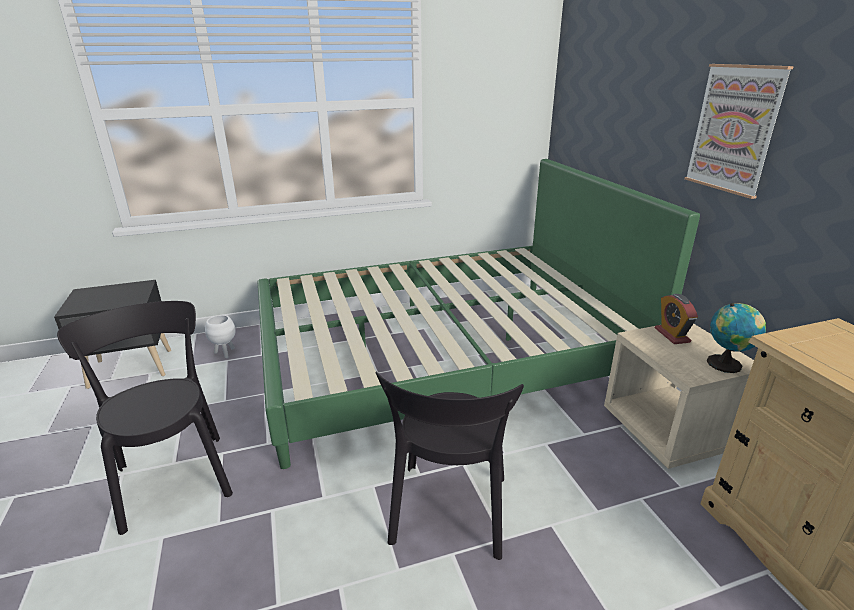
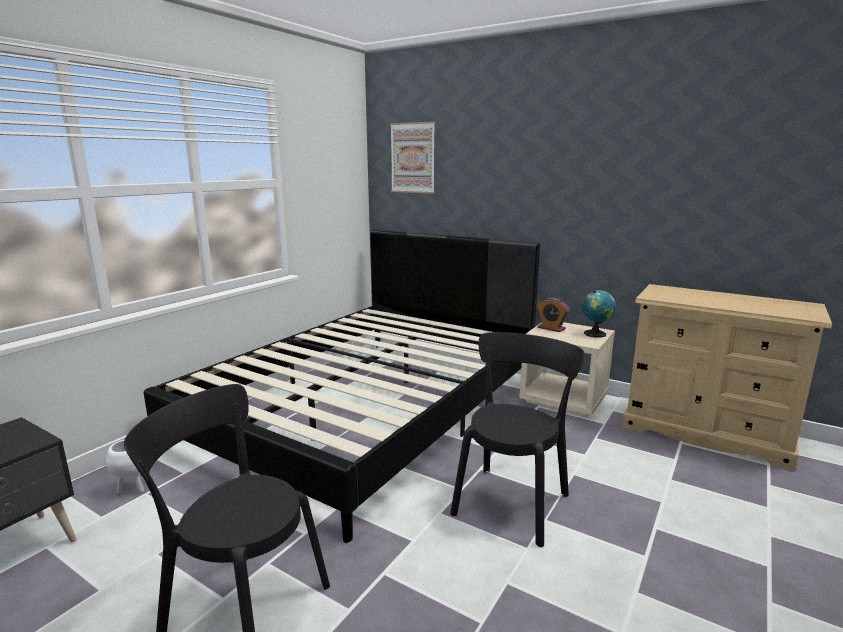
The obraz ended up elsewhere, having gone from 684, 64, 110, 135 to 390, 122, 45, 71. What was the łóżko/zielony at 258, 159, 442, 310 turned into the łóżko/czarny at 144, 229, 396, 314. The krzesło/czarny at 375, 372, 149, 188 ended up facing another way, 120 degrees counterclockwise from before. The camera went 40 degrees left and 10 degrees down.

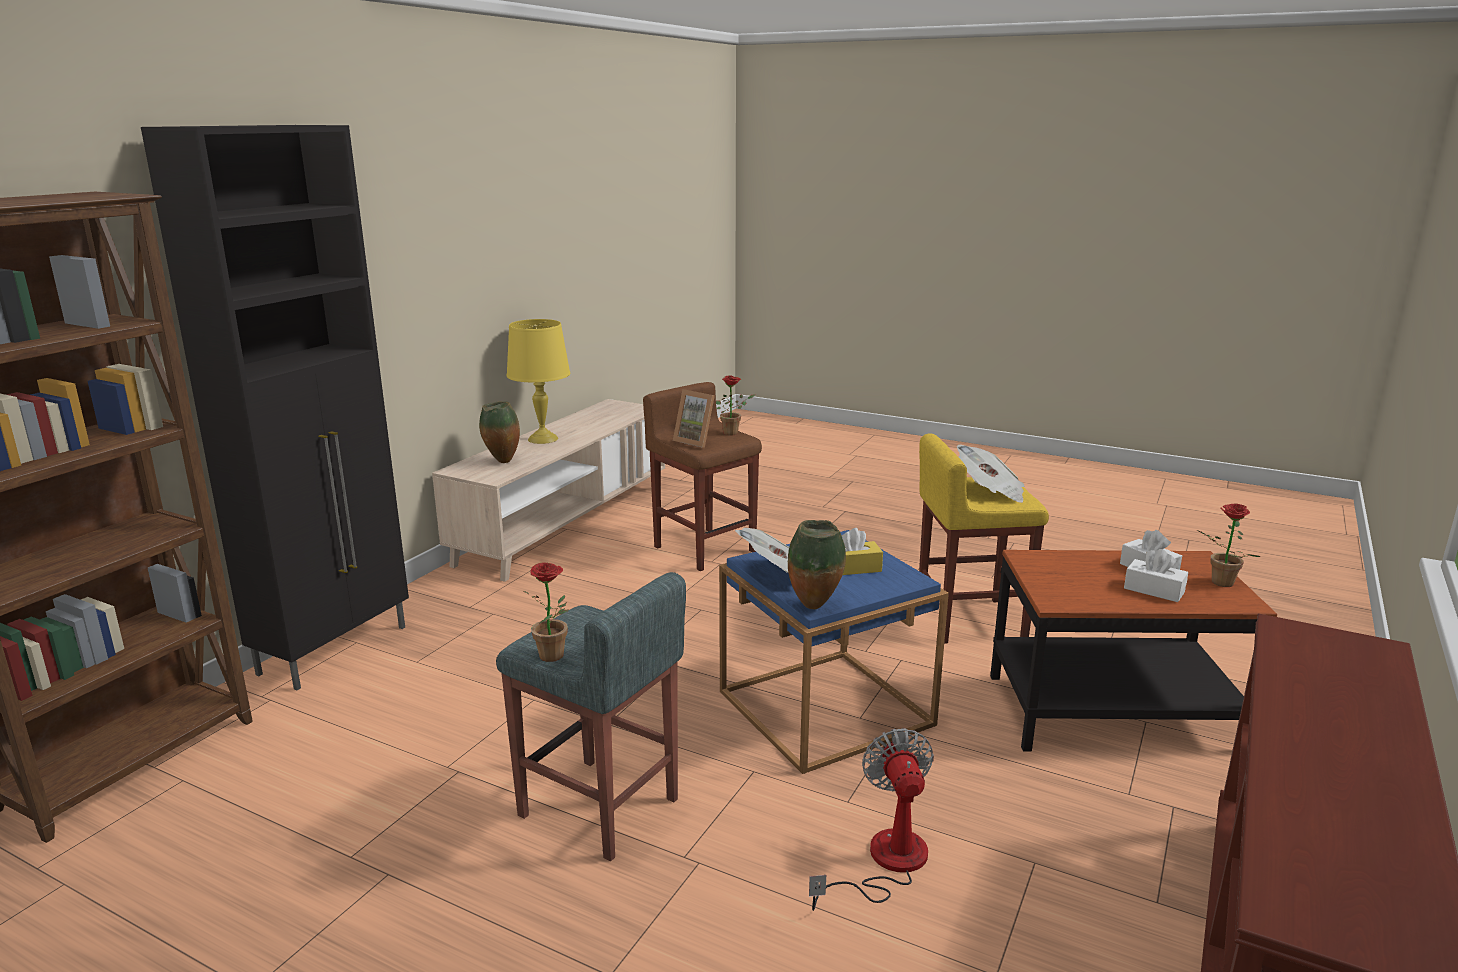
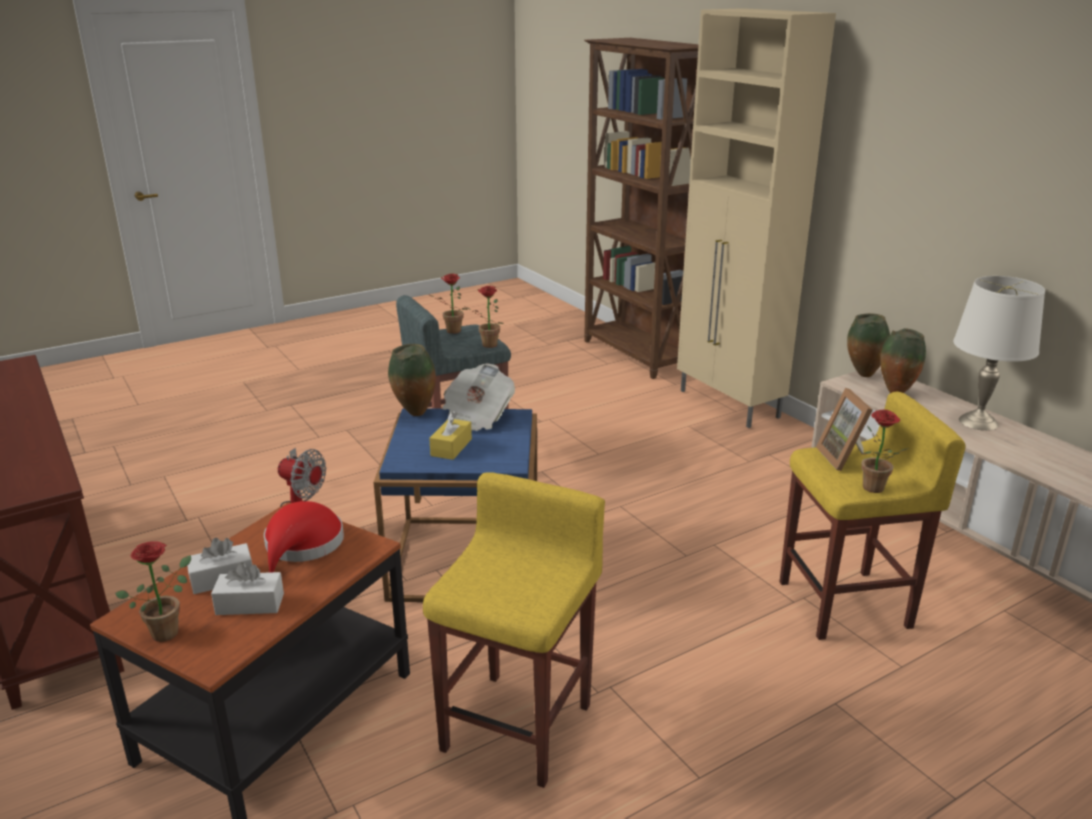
The second view lost the gazeta at 957, 444, 68, 59. The second view gained the kapelusz/czerwony at 264, 501, 80, 71. The second view gained the roślina doniczkowa at 463, 286, 40, 62. The second view gained the wazon at 847, 313, 43, 64. What was the szafka/czarny at 141, 125, 268, 565 turned into the szafka/beżowy at 677, 8, 159, 420. What was the lampa stołowa/żółty at 506, 319, 64, 125 turned into the lampa stołowa/biały at 953, 276, 92, 155. What was the stołek/brązowy at 643, 382, 119, 189 turned into the stołek/żółty at 780, 392, 186, 248. The ramka na zdjęcie at 673, 389, 42, 59 ended up facing another way, 75 degrees counterclockwise from before. The camera went 120 degrees right and 5 degrees up.

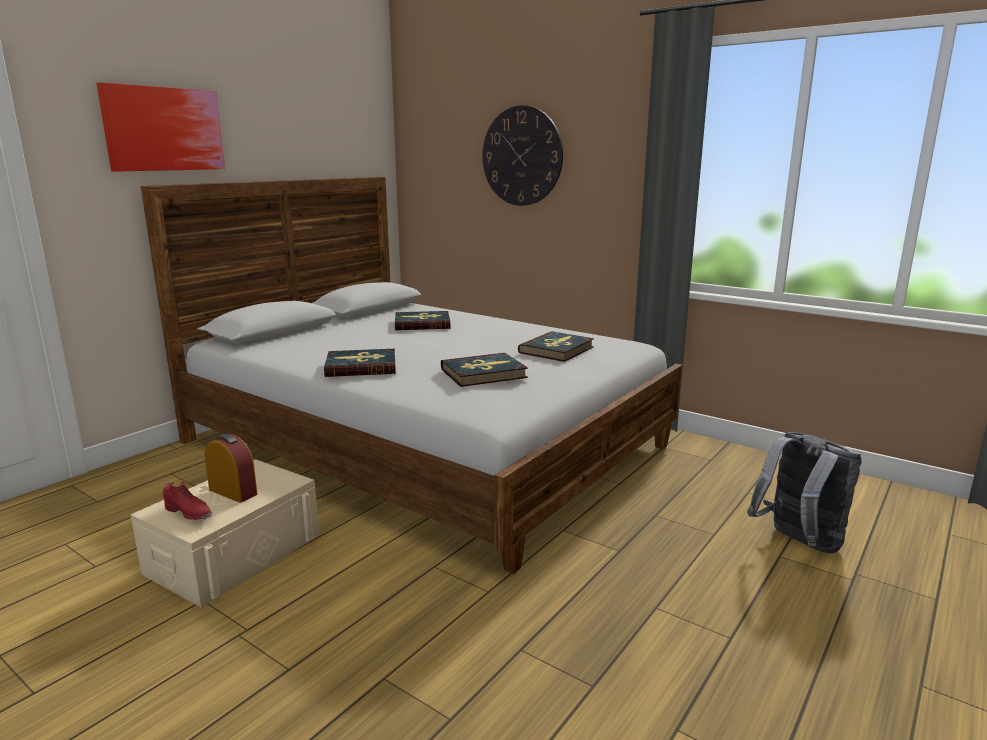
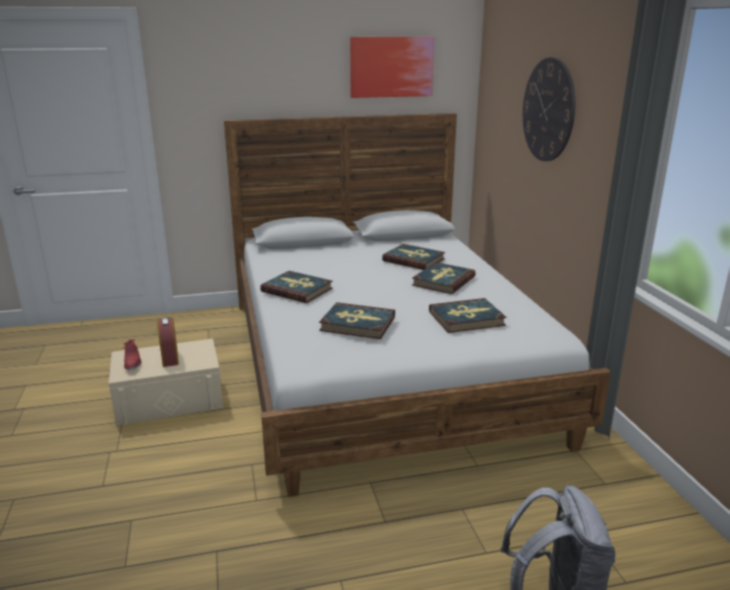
The second view gained the książka at 412, 262, 64, 32. The obraz ended up elsewhere, having gone from 97, 82, 128, 90 to 350, 37, 84, 61. The camera went 40 degrees right and 5 degrees up.

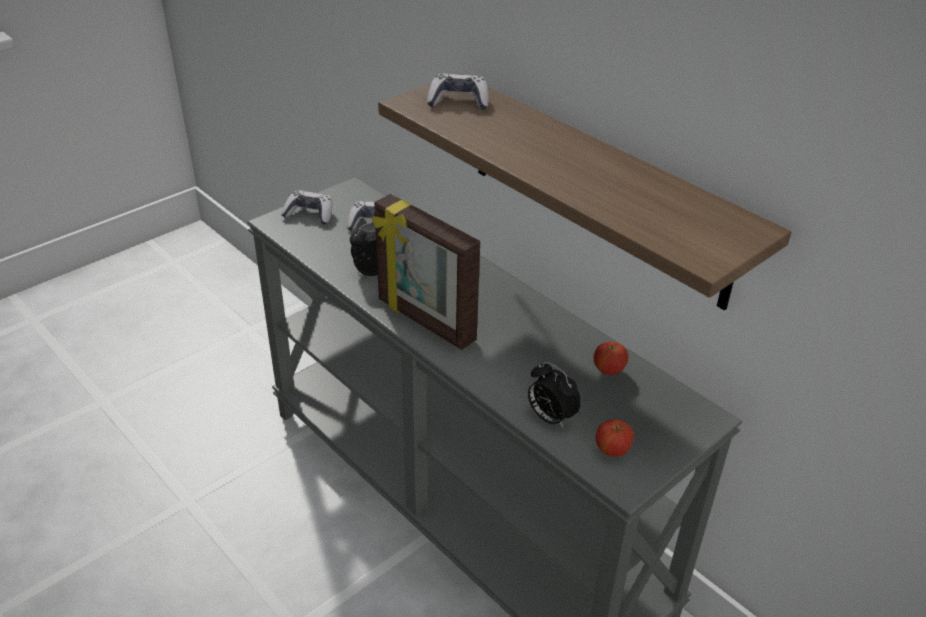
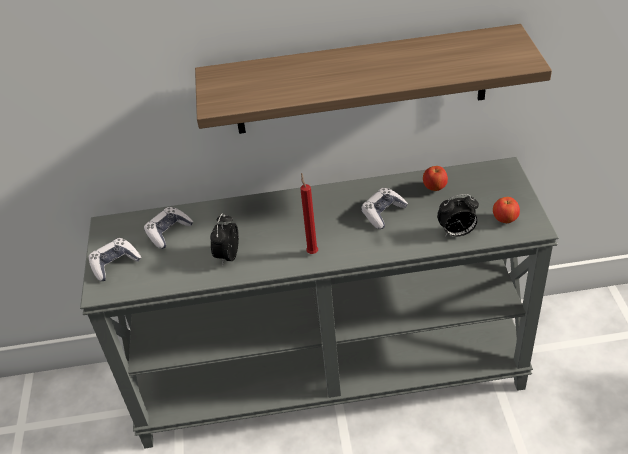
The pad do gier ended up elsewhere, having gone from 427, 74, 62, 36 to 361, 188, 47, 41. Where the ramka na zdjęcie stood at 372, 194, 108, 156, the świeca/czerwony came to stand at 300, 173, 18, 81. The camera went 50 degrees left and 5 degrees up.

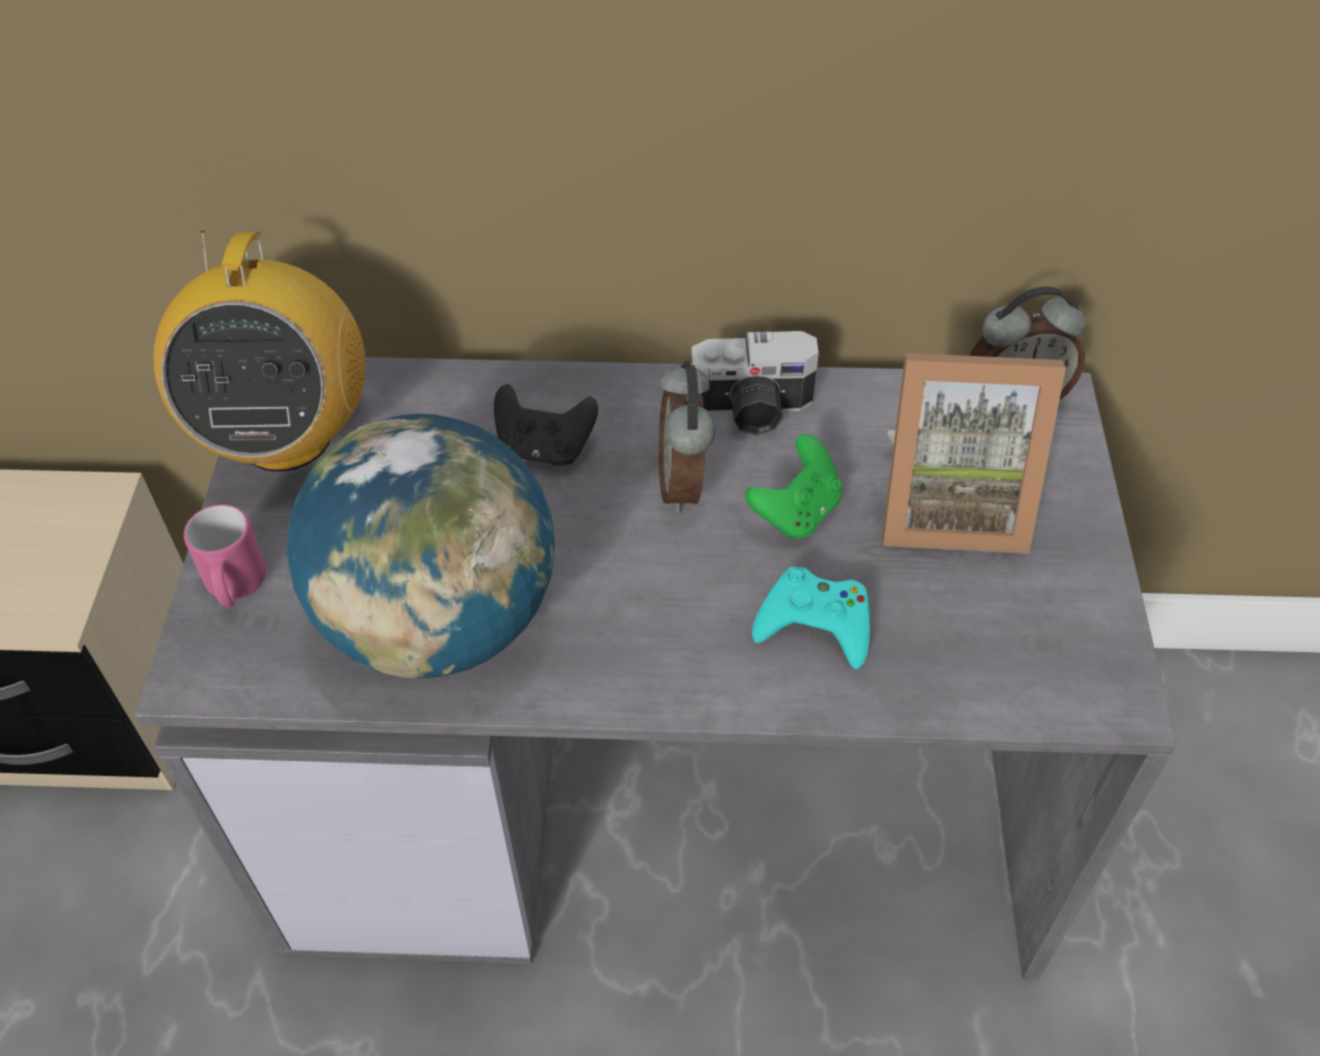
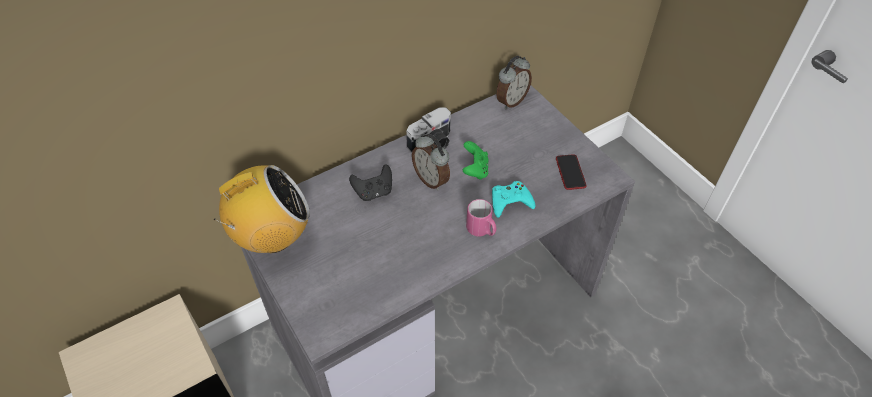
The second view lost the globus at 287, 414, 268, 264. The second view lost the ramka na zdjęcie at 882, 353, 184, 201. The second view gained the telefon at 556, 154, 31, 36. The kubek/różowy ended up elsewhere, having gone from 184, 504, 82, 103 to 466, 199, 30, 38. The radio at 154, 231, 212, 241 ended up facing another way, 75 degrees counterclockwise from before. The camera went 35 degrees left and 0 degrees up.

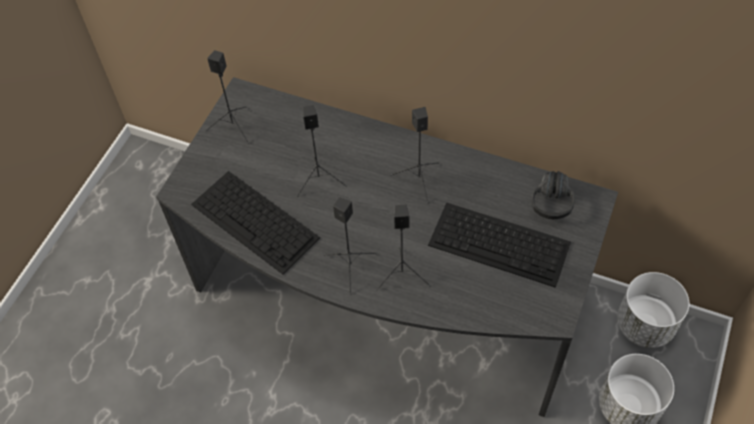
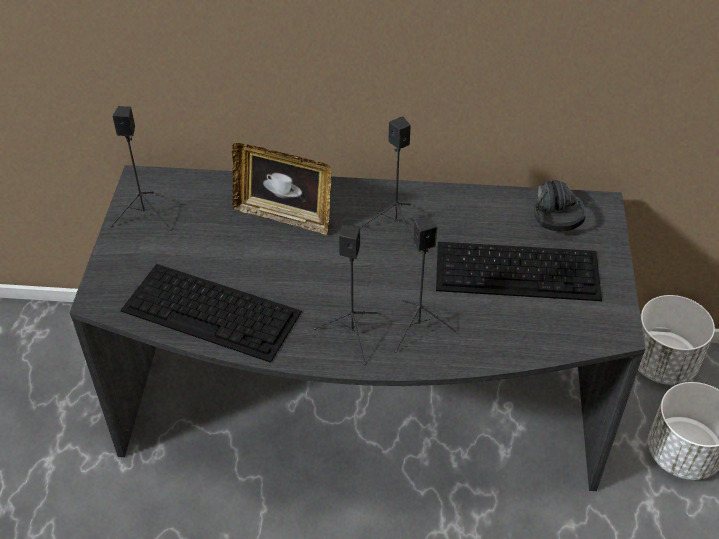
The second view lost the głośnik/czarny at 297, 105, 50, 92. The second view gained the ramka na zdjęcie at 232, 143, 99, 92. The camera went 20 degrees left and 10 degrees down.

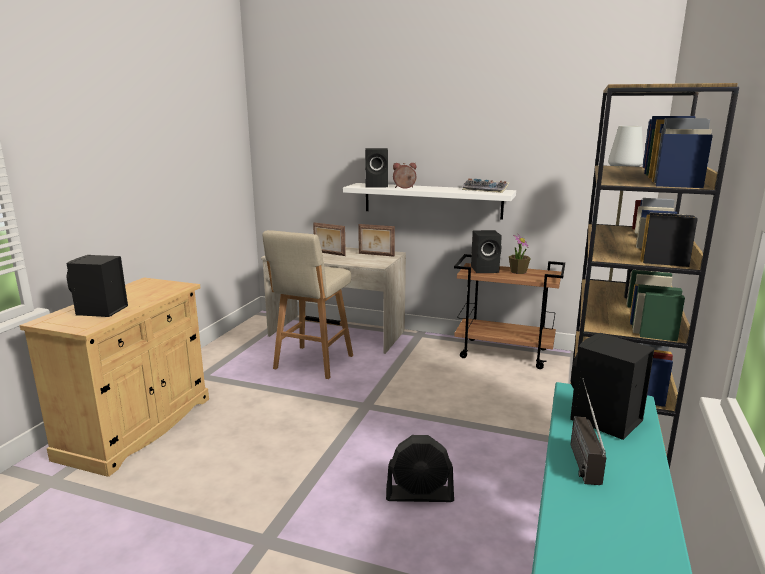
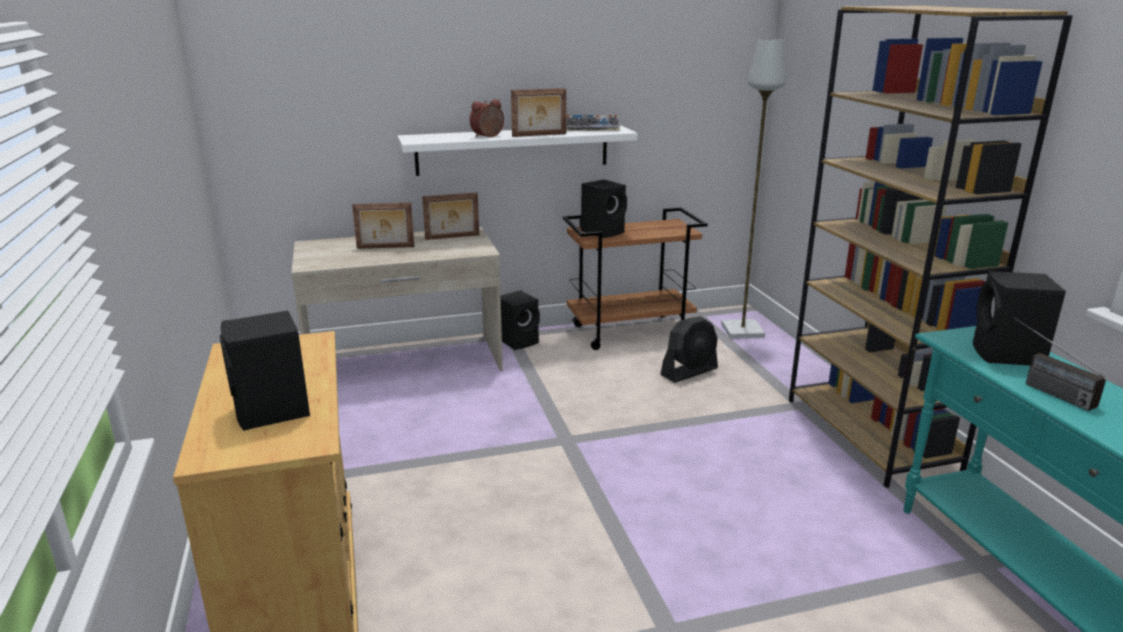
The second view lost the stołek/beżowy at 262, 230, 91, 149. The second view lost the roślina doniczkowa at 509, 234, 22, 40. The second view gained the ramka na zdjęcie at 511, 88, 55, 49. The głośnik/czarny ended up elsewhere, having gone from 365, 148, 23, 40 to 500, 290, 40, 60. The wentylator/czarny ended up elsewhere, having gone from 386, 435, 68, 67 to 661, 316, 57, 67. The camera went 35 degrees left and 5 degrees up.

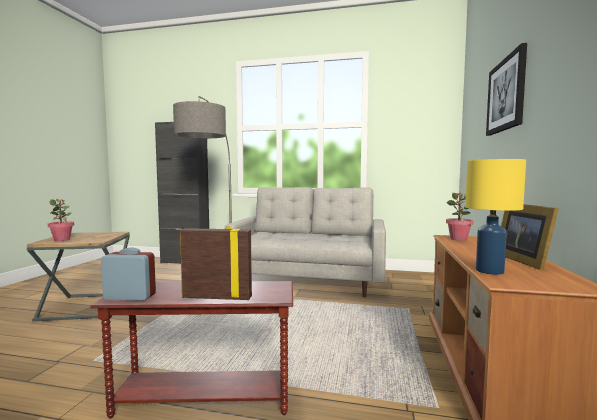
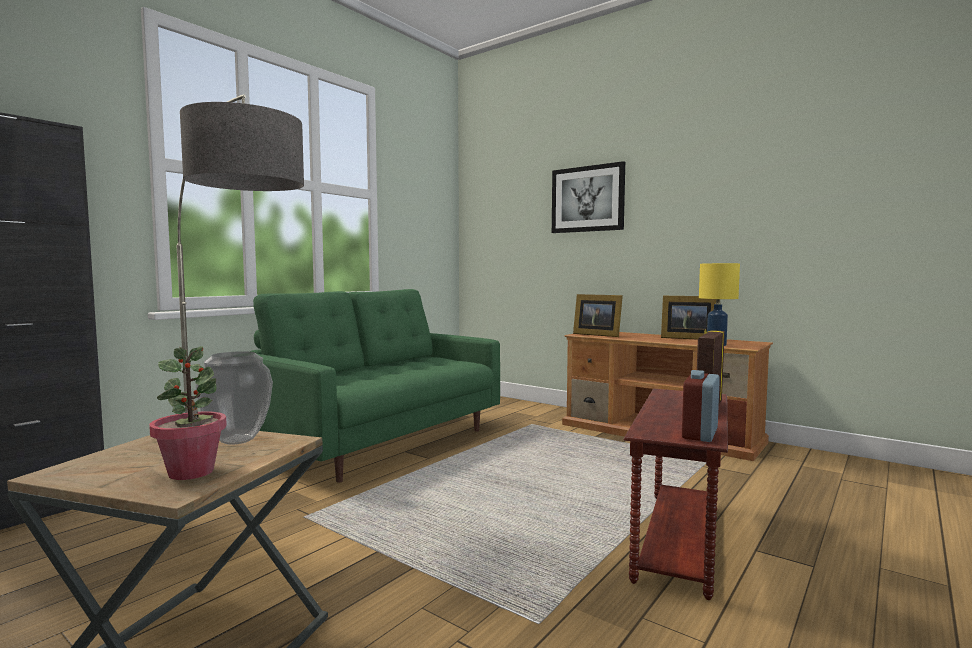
The second view gained the wazon at 195, 351, 78, 94. Where the roślina doniczkowa stood at 446, 192, 27, 49, the ramka na zdjęcie came to stand at 573, 294, 50, 43. What was the kanapa/szary at 225, 187, 161, 110 turned into the kanapa/zielony at 250, 289, 250, 194. The camera went 65 degrees left and 0 degrees up.

